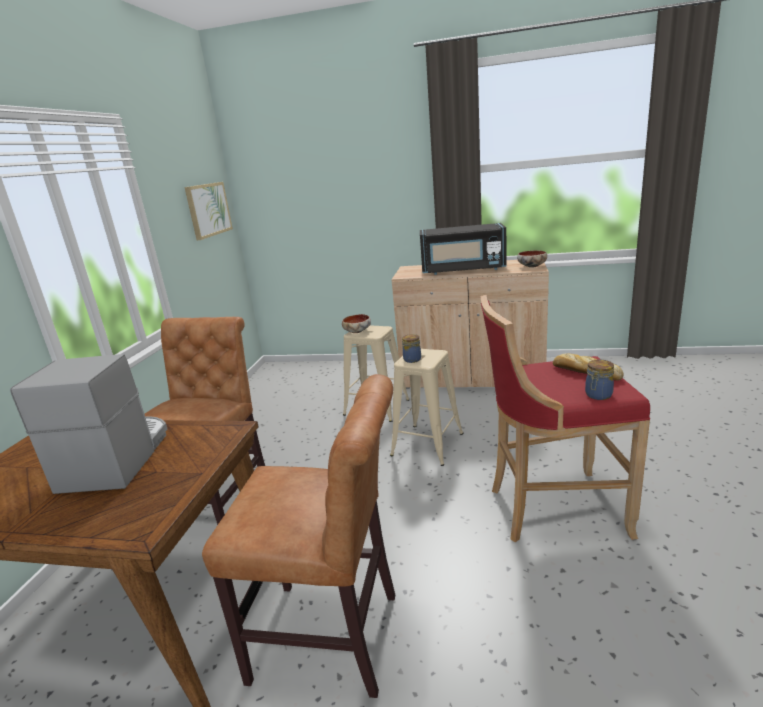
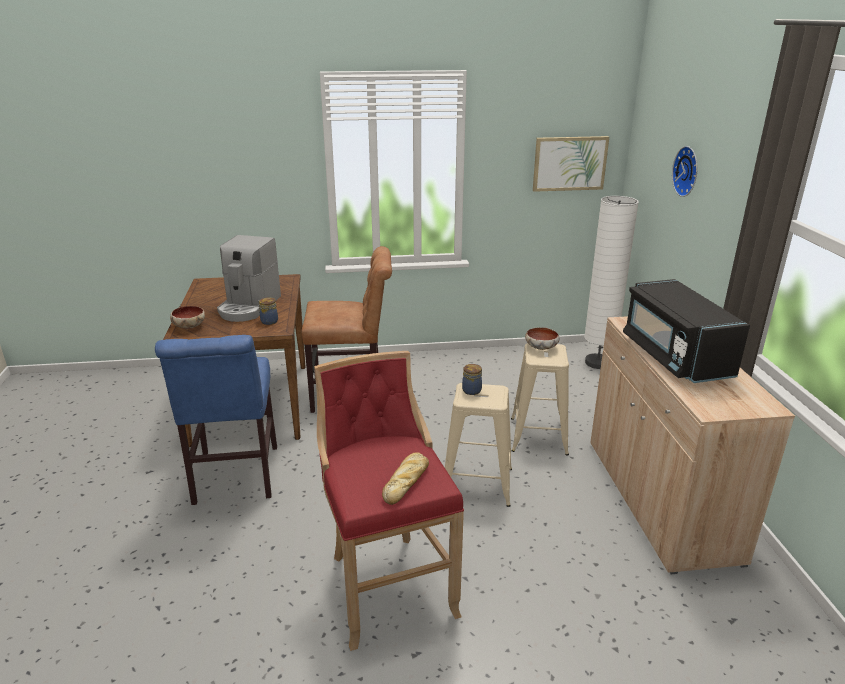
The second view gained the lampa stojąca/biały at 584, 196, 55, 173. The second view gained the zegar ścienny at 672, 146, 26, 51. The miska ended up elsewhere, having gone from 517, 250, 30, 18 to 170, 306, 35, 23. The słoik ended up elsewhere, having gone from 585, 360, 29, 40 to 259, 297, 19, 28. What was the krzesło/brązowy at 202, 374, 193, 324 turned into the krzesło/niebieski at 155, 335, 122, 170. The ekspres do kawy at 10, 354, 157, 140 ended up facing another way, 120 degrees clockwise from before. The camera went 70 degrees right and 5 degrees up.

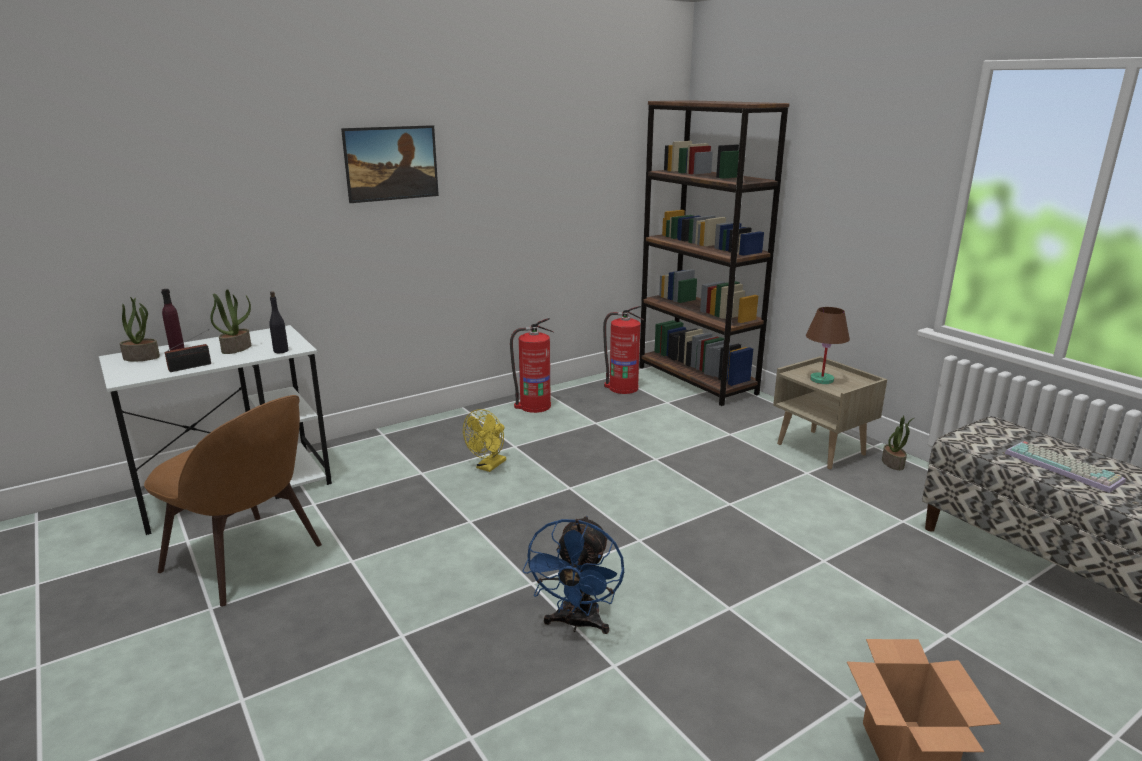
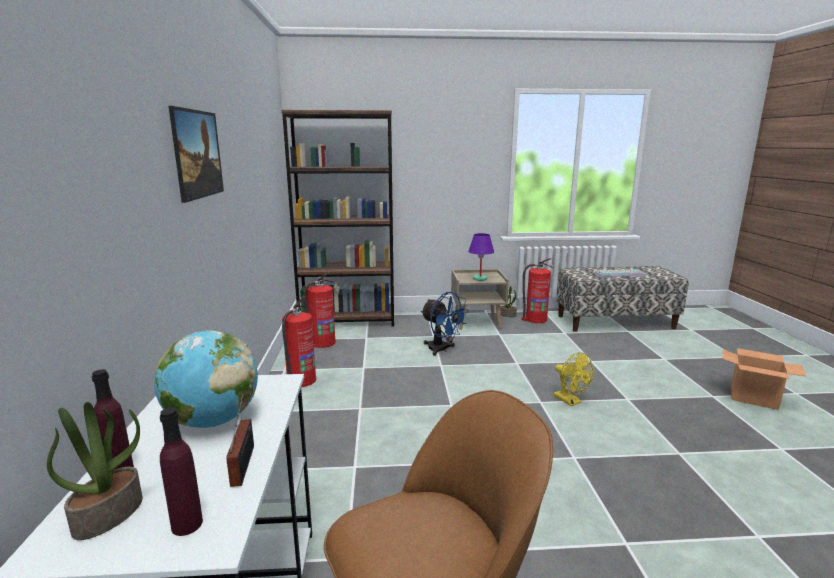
The second view lost the butelka/czarny at 269, 291, 20, 62. The second view gained the butelka/fioletowy at 160, 407, 43, 129. The second view gained the gaśnica at 522, 258, 31, 65. The wentylator/żółty ended up elsewhere, having gone from 463, 409, 43, 63 to 553, 352, 41, 54. The wentylator/niebieski ended up elsewhere, having gone from 522, 516, 102, 118 to 421, 292, 48, 64. Where the roślina doniczkowa stood at 210, 289, 41, 65, the globus came to stand at 154, 330, 104, 98. What was the lampa stołowa/brązowy at 806, 307, 44, 77 turned into the lampa stołowa/fioletowy at 468, 233, 26, 48. The camera went 60 degrees left and 5 degrees down.

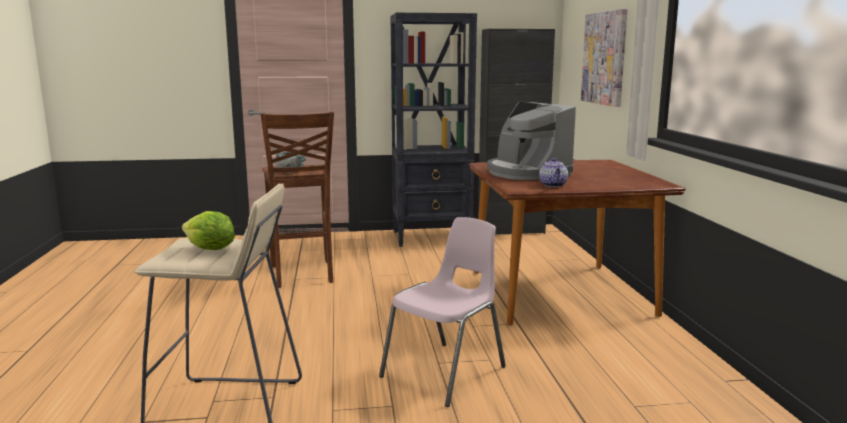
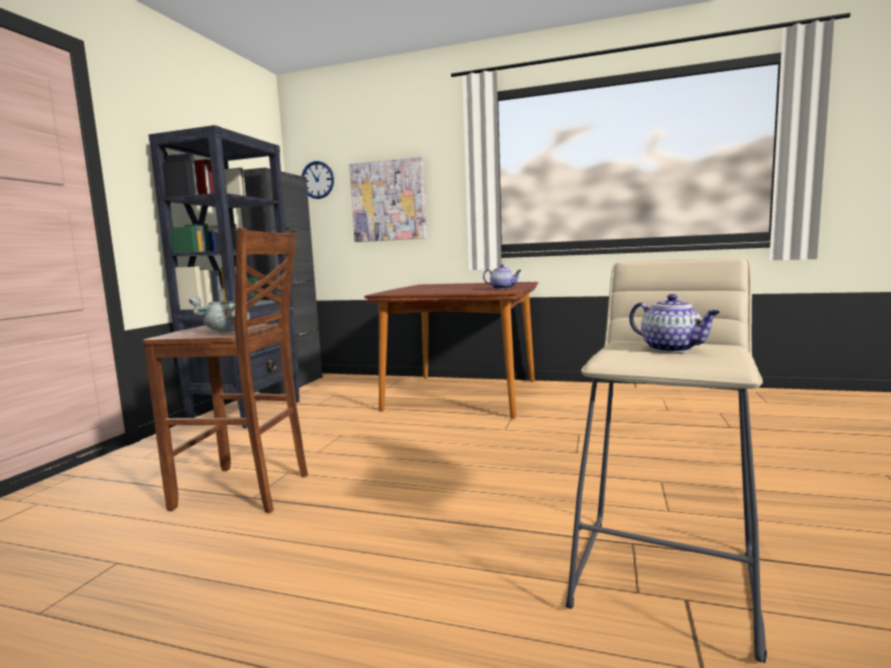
The second view lost the krzesło/różowy at 379, 217, 127, 190. The second view lost the ekspres do kawy at 487, 102, 89, 78. The second view gained the zegar ścienny at 301, 161, 33, 38. Where the sałata stood at 182, 211, 53, 39, the imbryk came to stand at 629, 294, 91, 58. The camera went 65 degrees left and 5 degrees down.

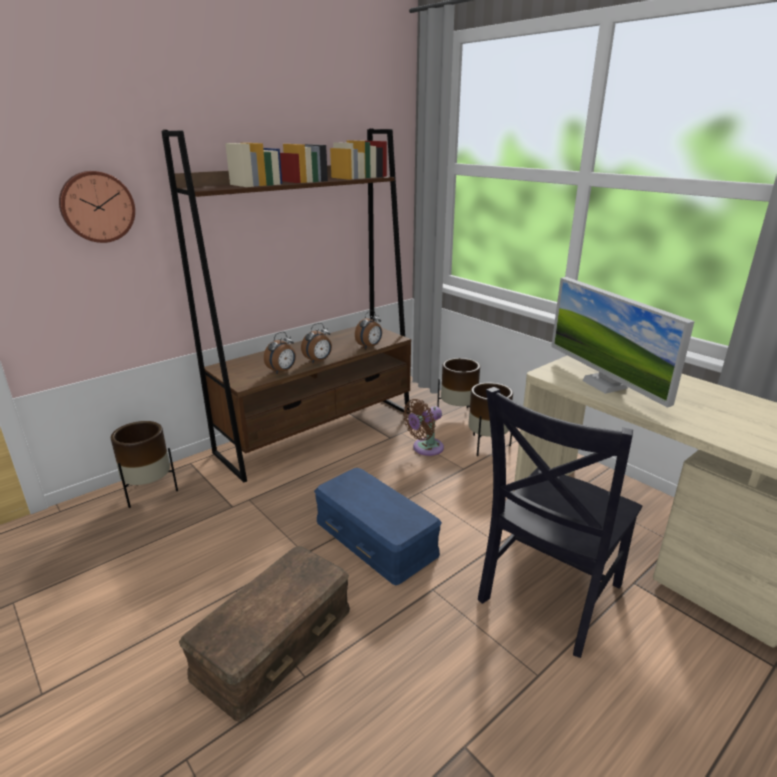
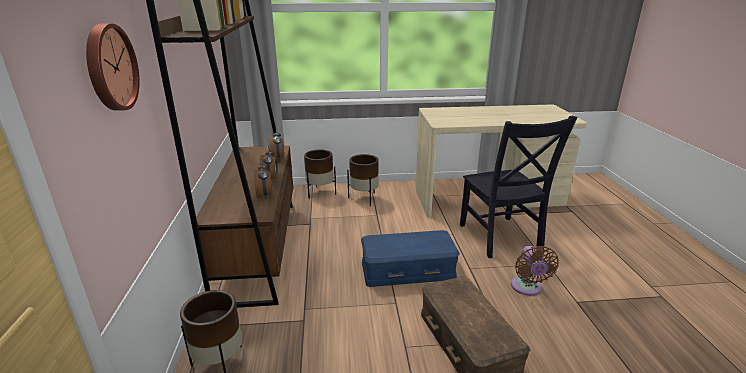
The second view lost the monitor at 551, 277, 144, 131. The wentylator/brązowy ended up elsewhere, having gone from 403, 399, 41, 57 to 511, 246, 48, 50. The camera went 55 degrees left and 0 degrees up.

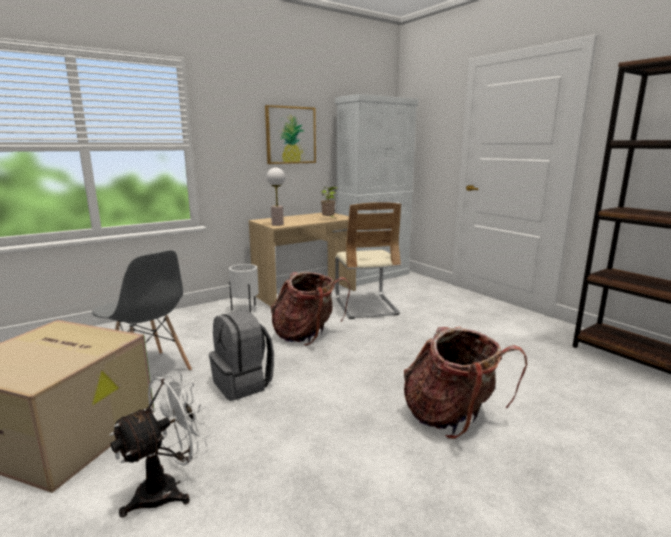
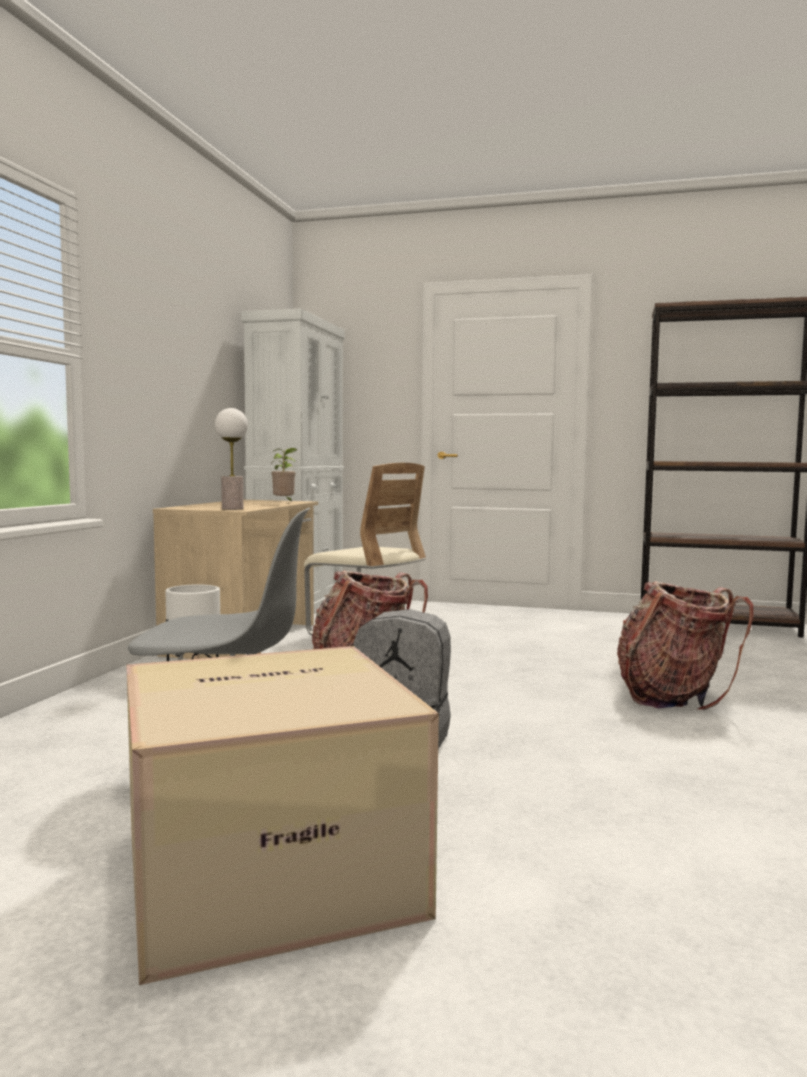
The second view lost the wentylator/biały at 110, 371, 102, 147. The second view lost the obraz at 265, 105, 51, 59. The camera went 40 degrees left and 10 degrees down.

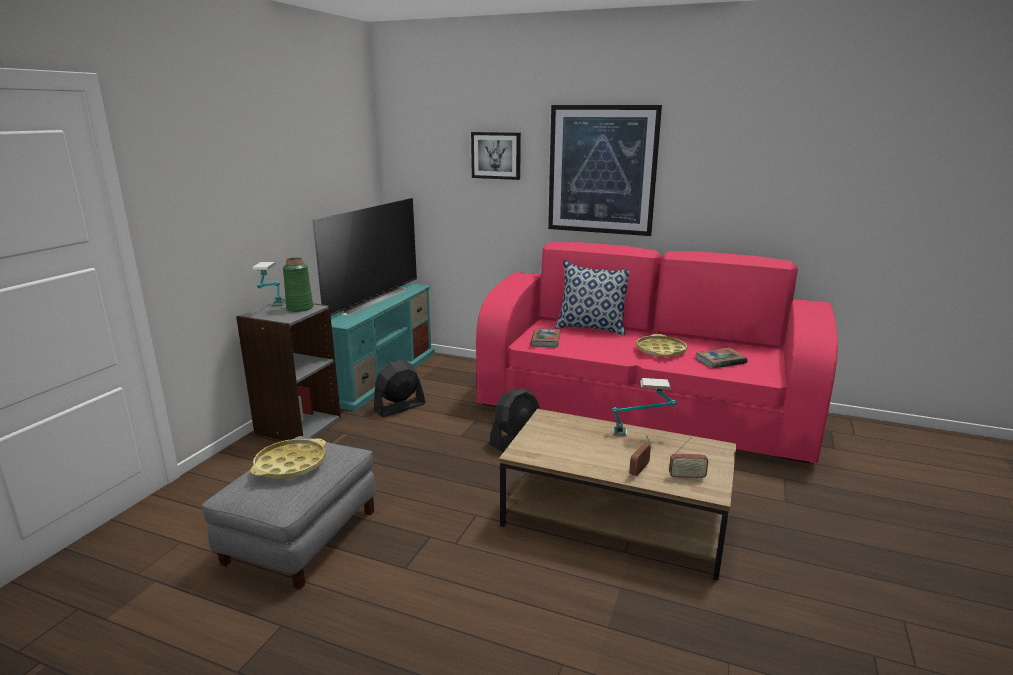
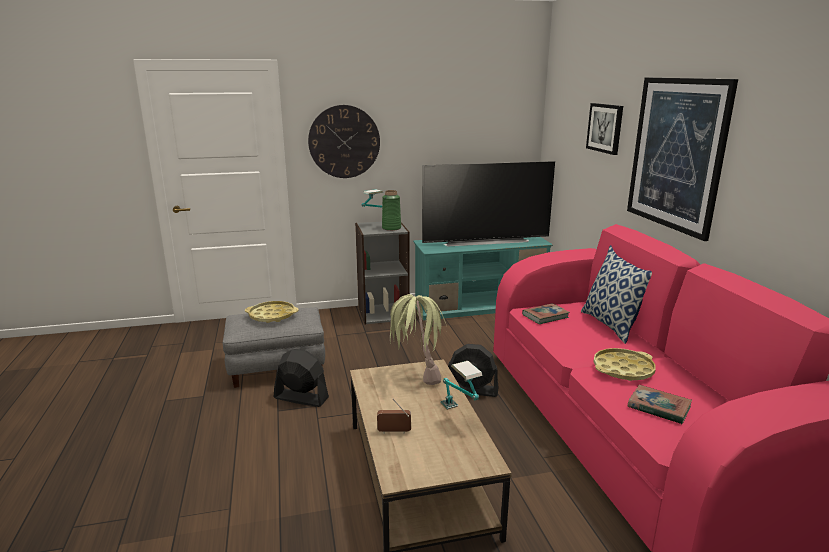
The second view lost the radio at 669, 437, 39, 43. The second view gained the zegar ścienny at 308, 105, 72, 73. The second view gained the roślina doniczkowa at 390, 294, 57, 91. The wentylator/czarny ended up elsewhere, having gone from 374, 360, 52, 57 to 274, 349, 55, 58. The camera went 55 degrees right and 0 degrees up.

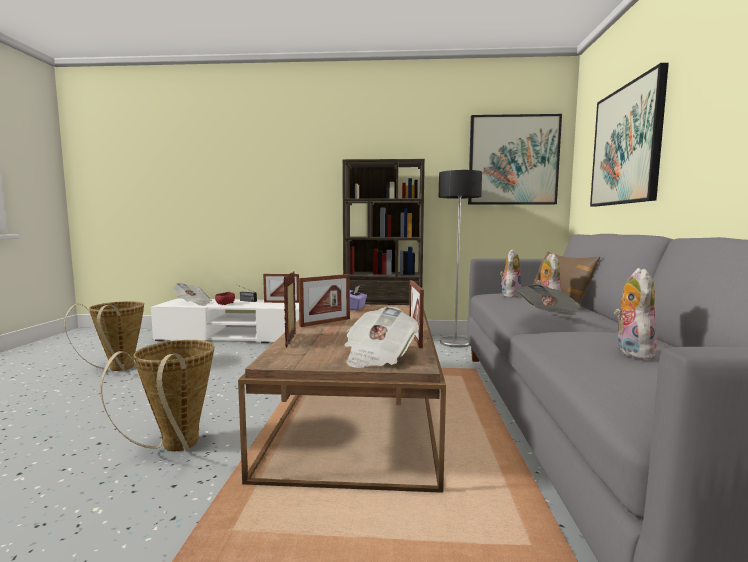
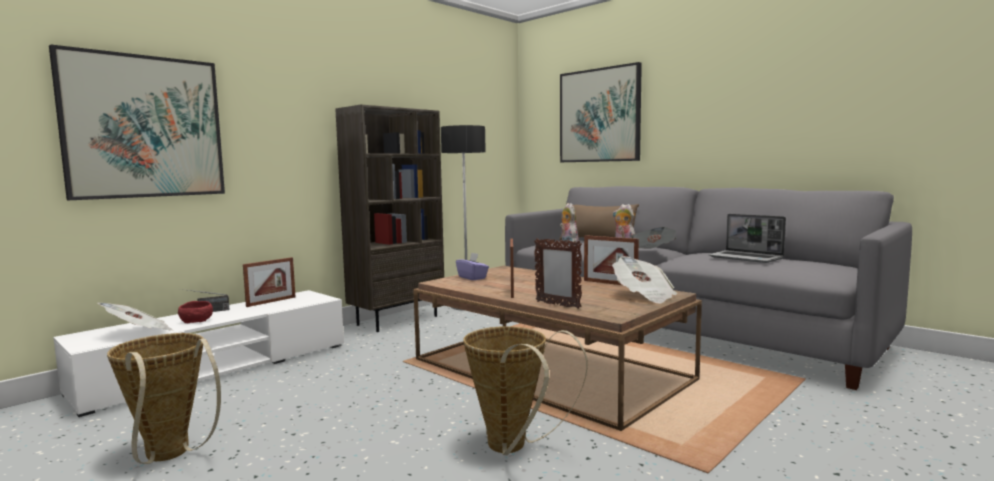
The obraz ended up elsewhere, having gone from 468, 114, 94, 90 to 49, 44, 176, 156. Where the pluszak stood at 614, 268, 43, 91, the laptop came to stand at 708, 214, 78, 49. The camera went 50 degrees left and 0 degrees up.

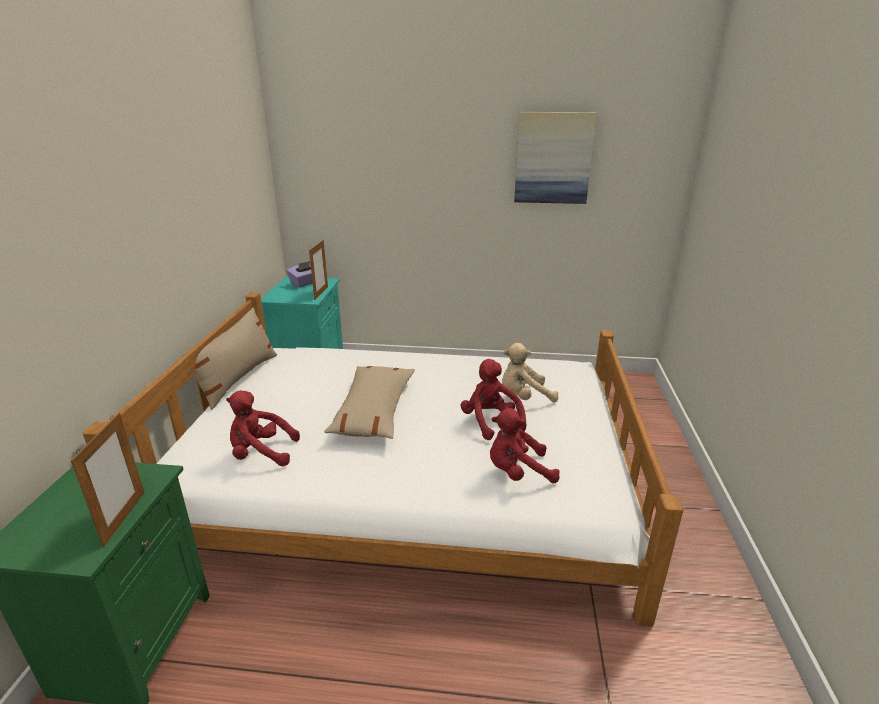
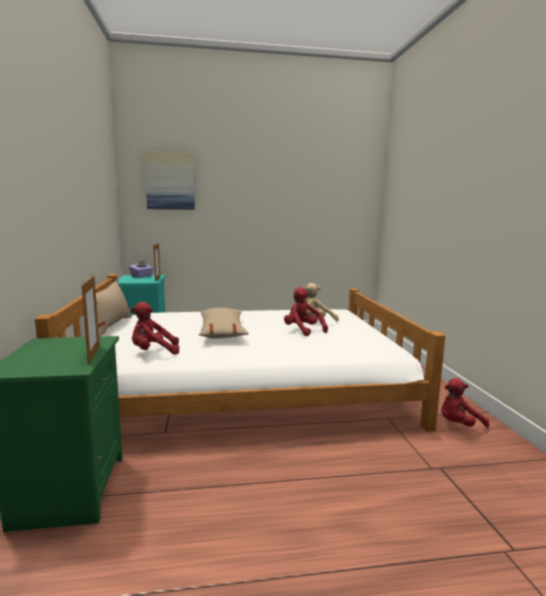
The pluszak/czerwony ended up elsewhere, having gone from 490, 408, 70, 75 to 441, 378, 48, 49. The obraz ended up elsewhere, having gone from 514, 112, 83, 92 to 145, 151, 50, 59. The camera went 15 degrees left and 15 degrees down.

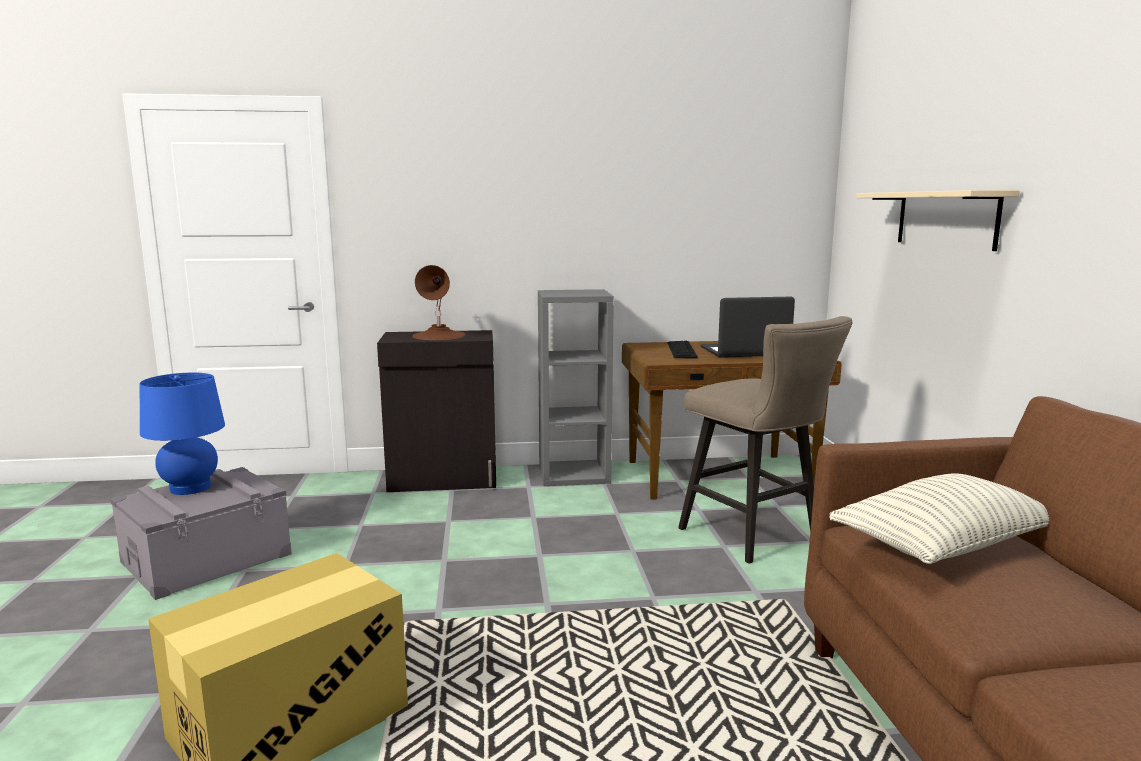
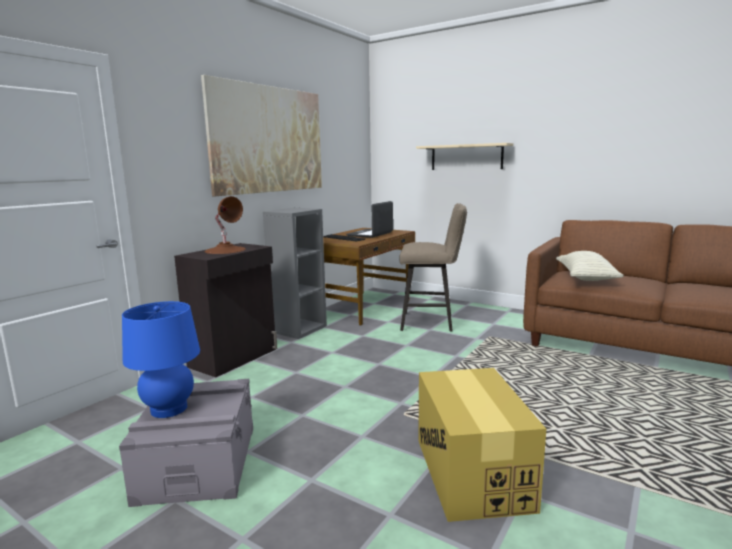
The second view gained the obraz at 201, 75, 121, 121. The camera went 50 degrees left and 0 degrees up.

